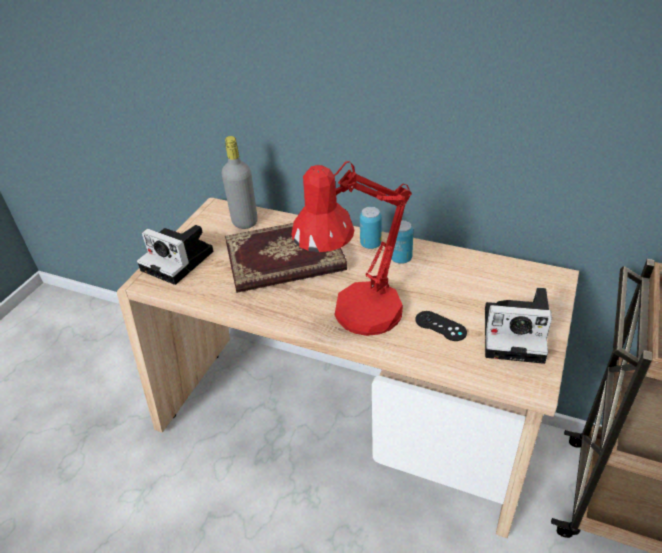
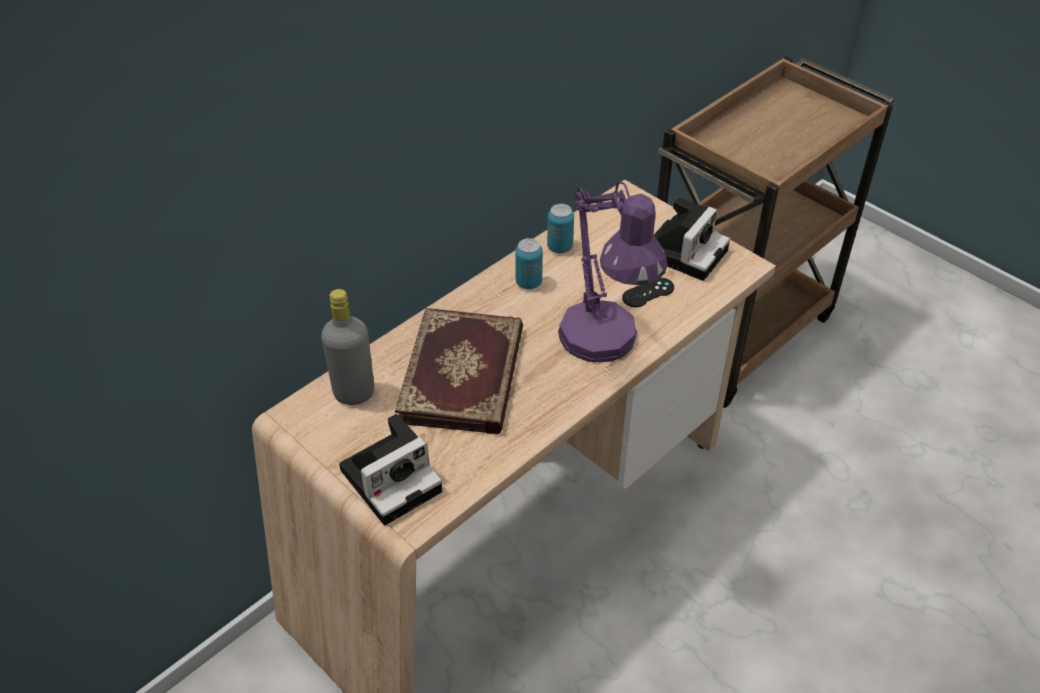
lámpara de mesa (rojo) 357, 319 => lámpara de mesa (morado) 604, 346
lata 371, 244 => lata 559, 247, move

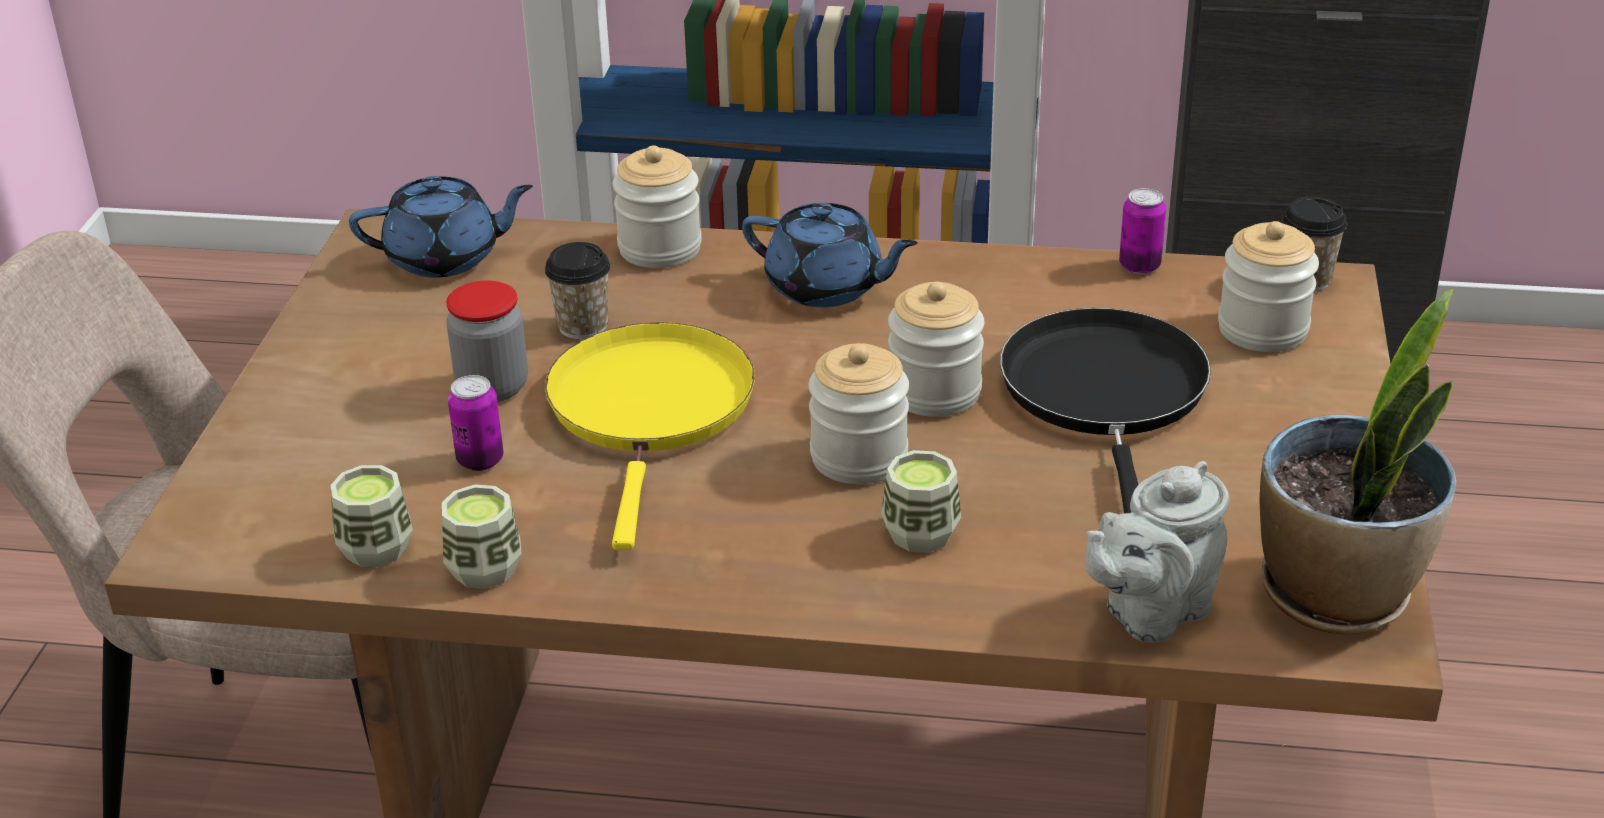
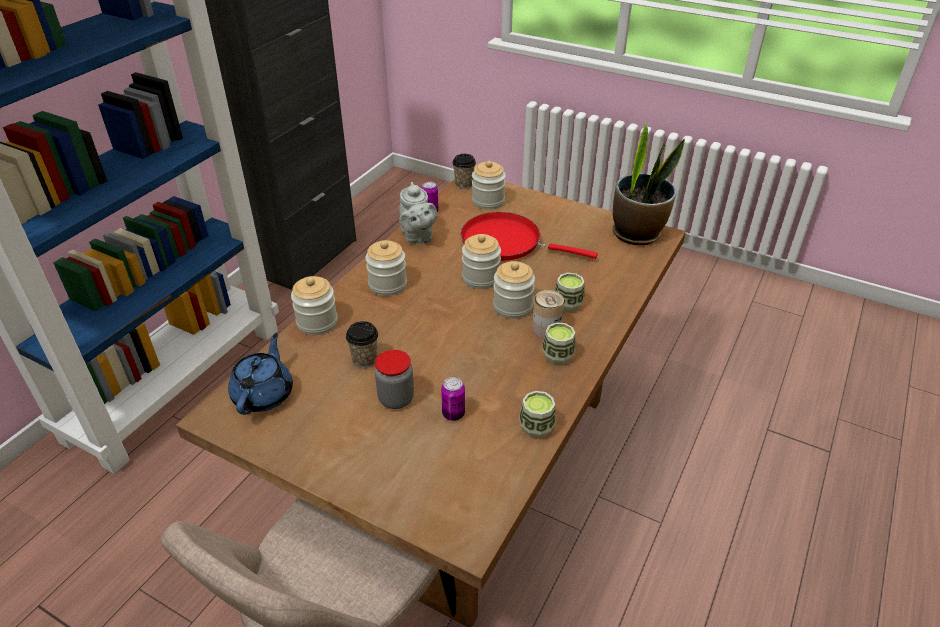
tetera (azul) 826, 287 => tarro 387, 285
sartén (negro) 1106, 395 => sartén (rojo) 507, 242
sartén (amarillo) 651, 410 => nothing
tetera (gris) 1151, 612 => tetera (gris) 417, 237, move
taza 376, 548 => taza 557, 356, move
nothing => lata 546, 329

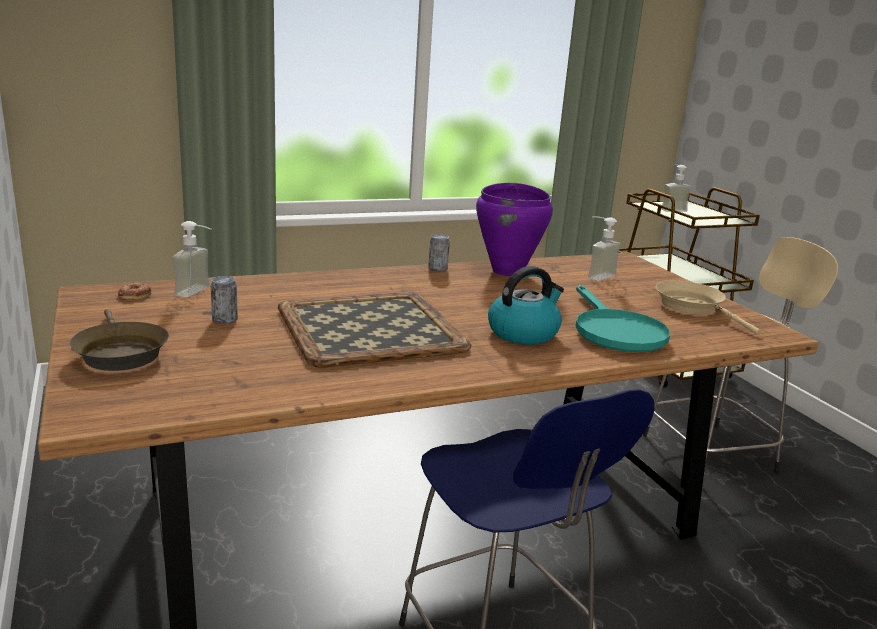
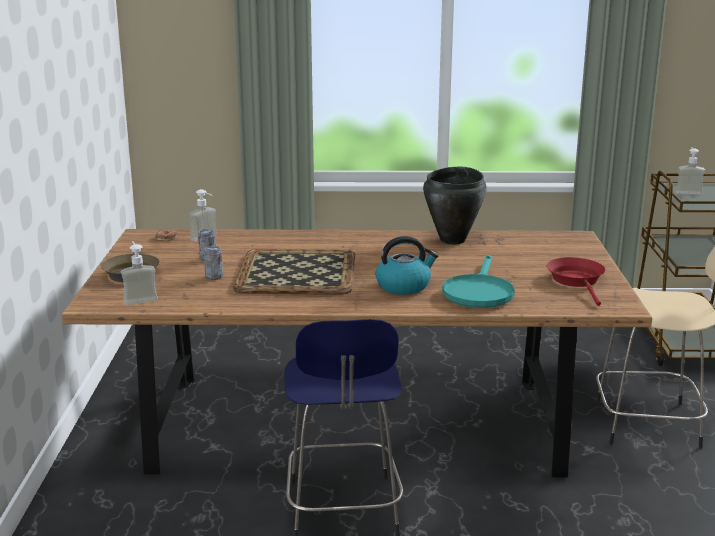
olla (morado) 508, 271 => olla (negro) 453, 240
dispensador de jabón 596, 275 => dispensador de jabón 139, 298, move
lata 437, 269 => lata 214, 277, move
sartén (beis) 693, 307 => sartén (rojo) 577, 281

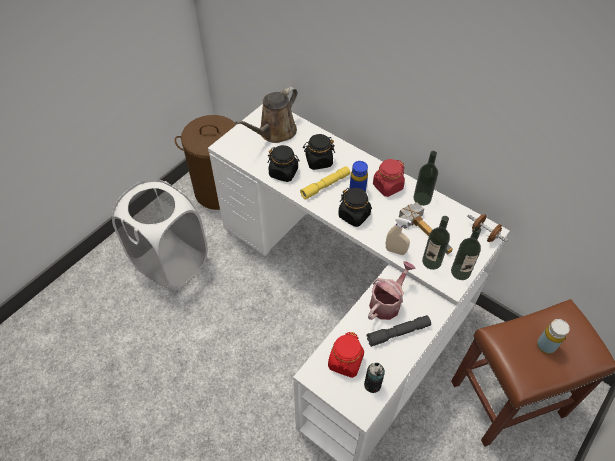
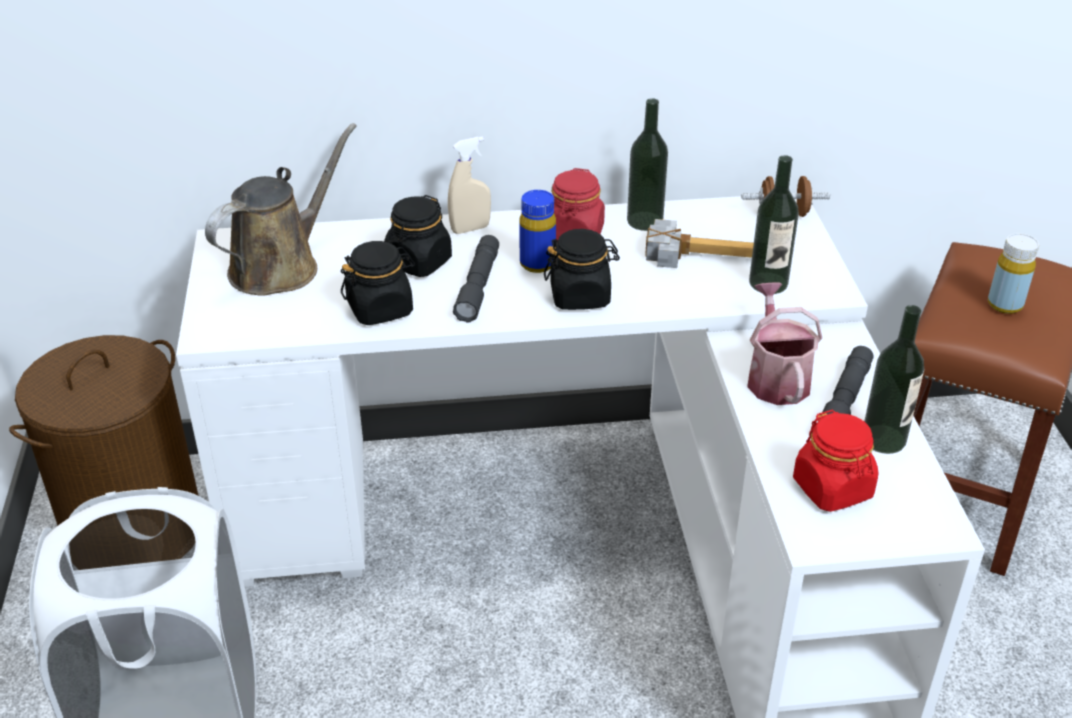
regadera (marrón) 275, 132 => regadera (marrón) 281, 266, 135 degrees counterclockwise
linterna (amarillo) 325, 185 => linterna (gris) 478, 286
pulverizador (beis) 395, 251 => pulverizador (beis) 470, 229, move
botella 460, 272 => botella 883, 439, move
lata 372, 385 => nothing

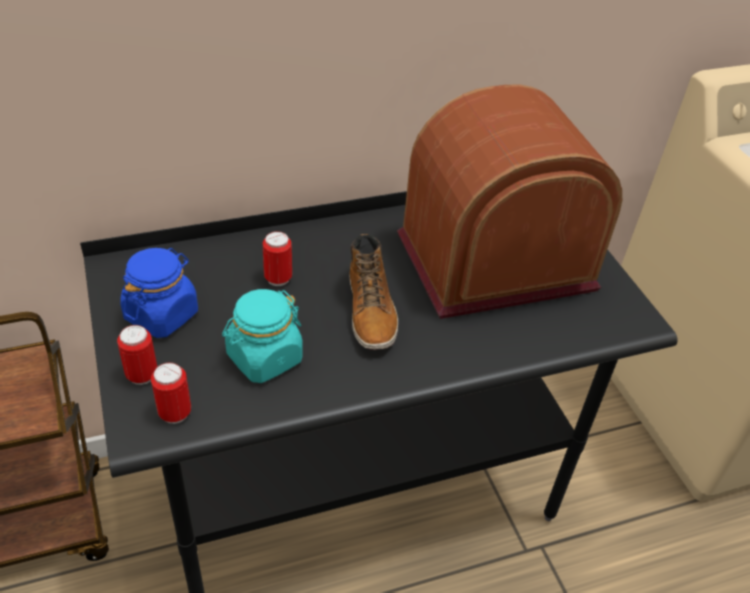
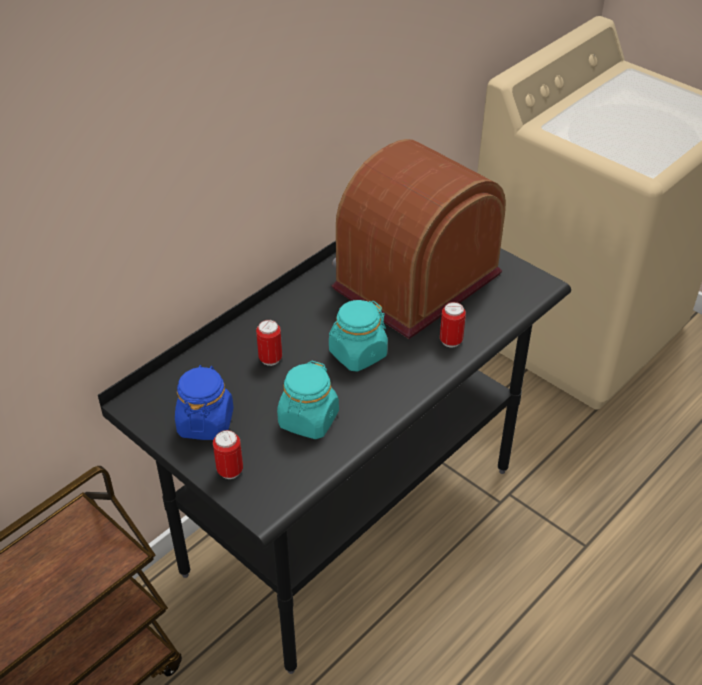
bota 371, 311 => tarro (turquesa) 357, 354
lata 175, 413 => lata 451, 341, move

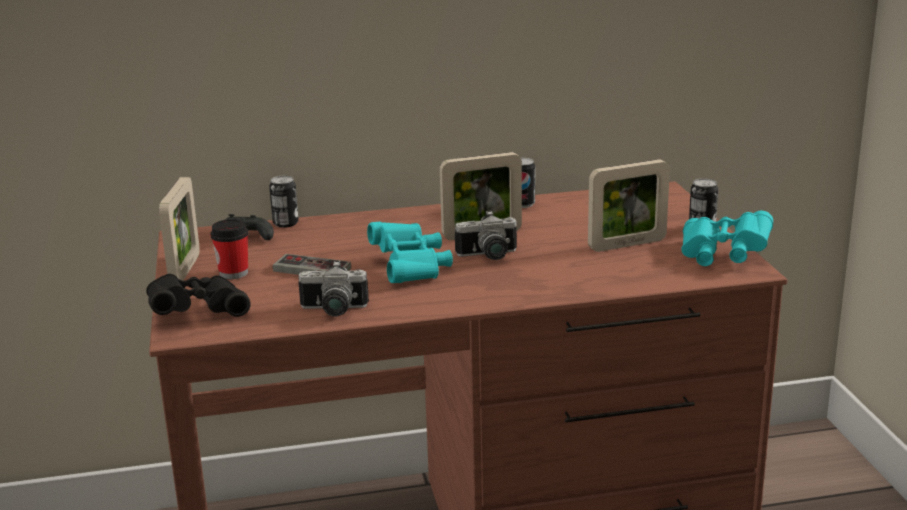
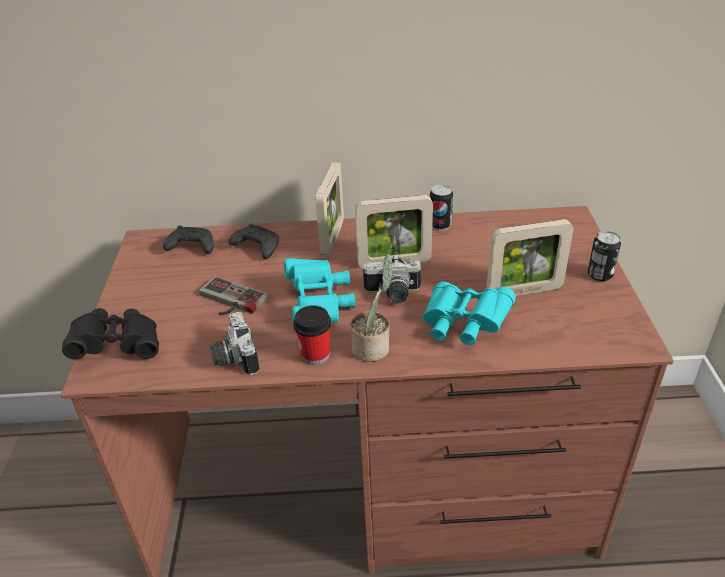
lata 285, 223 => nothing
portarretratos 185, 270 => portarretratos 332, 238, move
prismáticos (turquesa) 723, 256 => prismáticos (turquesa) 463, 325, move
taza 233, 273 => taza 315, 355, move
cámara 333, 311 => cámara 234, 358, 60 degrees clockwise
nothing => mando de consola (negro) 256, 248
nothing => planta en maceta 373, 347

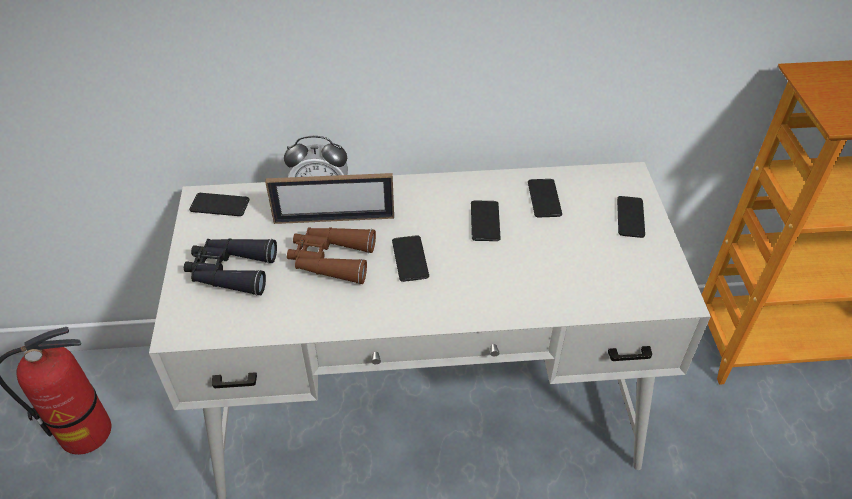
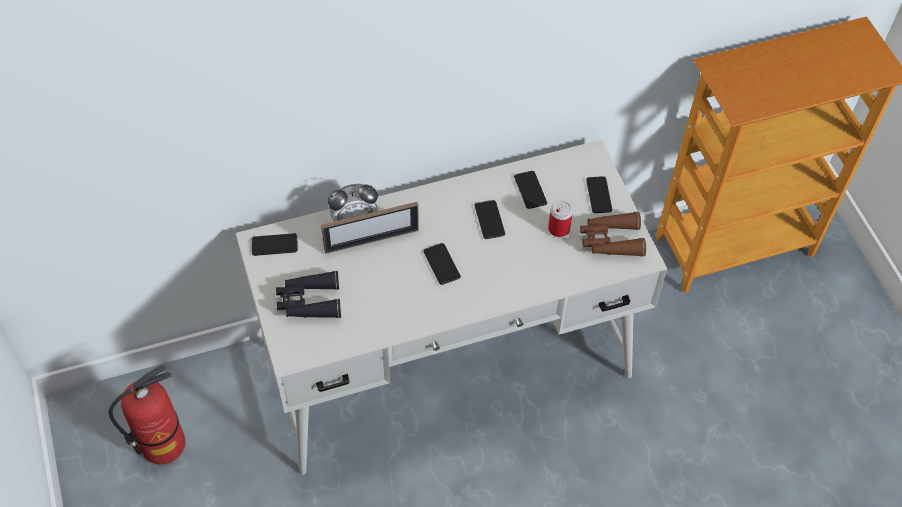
prismáticos (marrón) 331, 260 => prismáticos (marrón) 610, 240, move
nothing => lata 558, 229

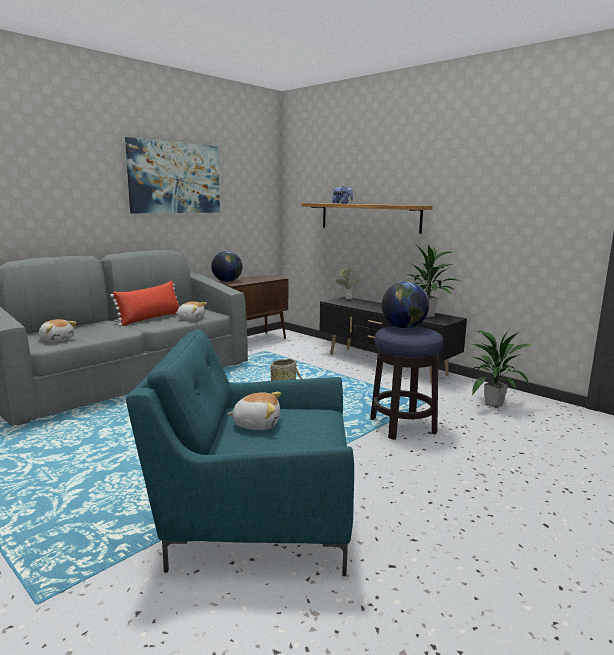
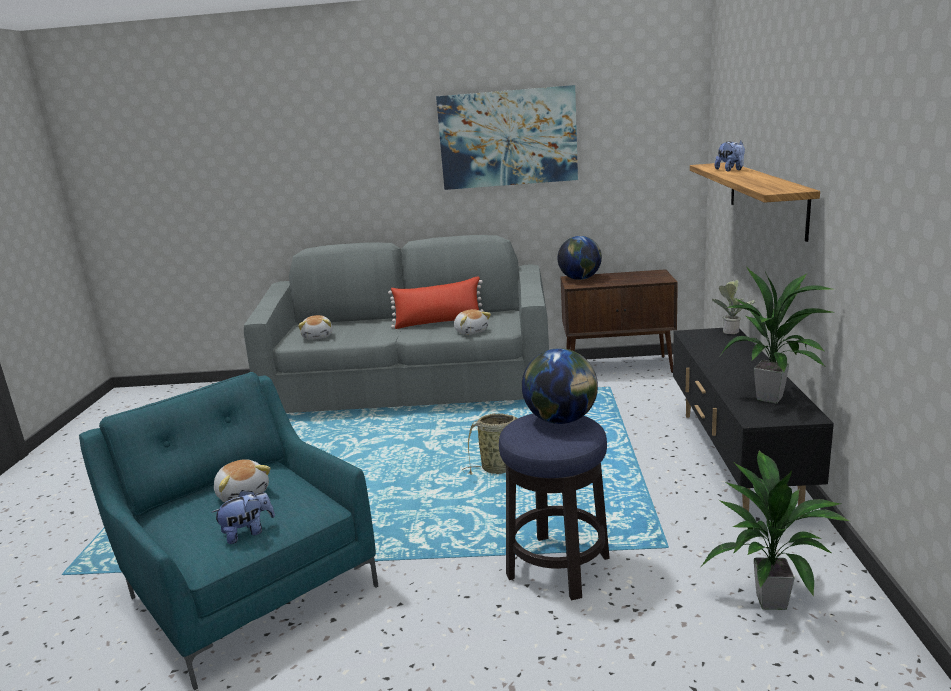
nothing => peluche 248, 533

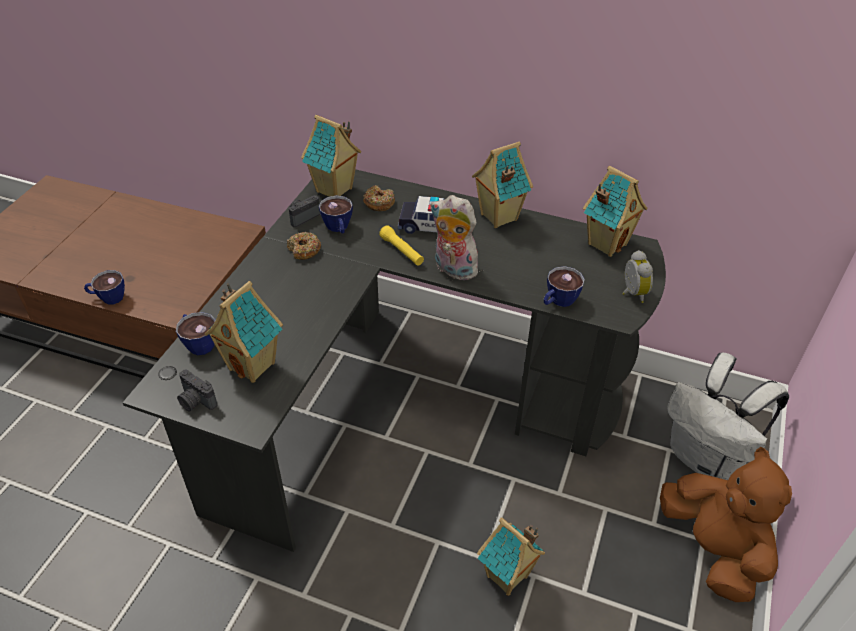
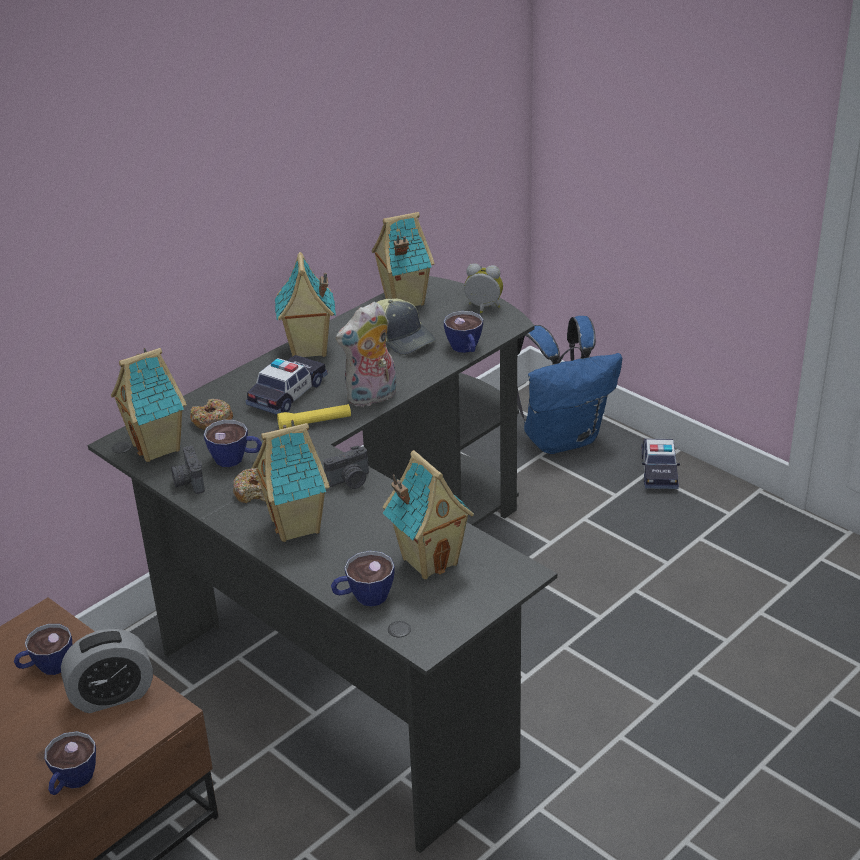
mochila (blanco) 706, 459 => mochila (azul) 562, 438
cámara 195, 401 => cámara 350, 481, move
peluche (marrón) 713, 549 => coche de juguete 659, 471
casita 507, 577 => casita 297, 526, move
nothing => gorra 402, 338
nothing => taza 47, 667
nothing => despertador 112, 695

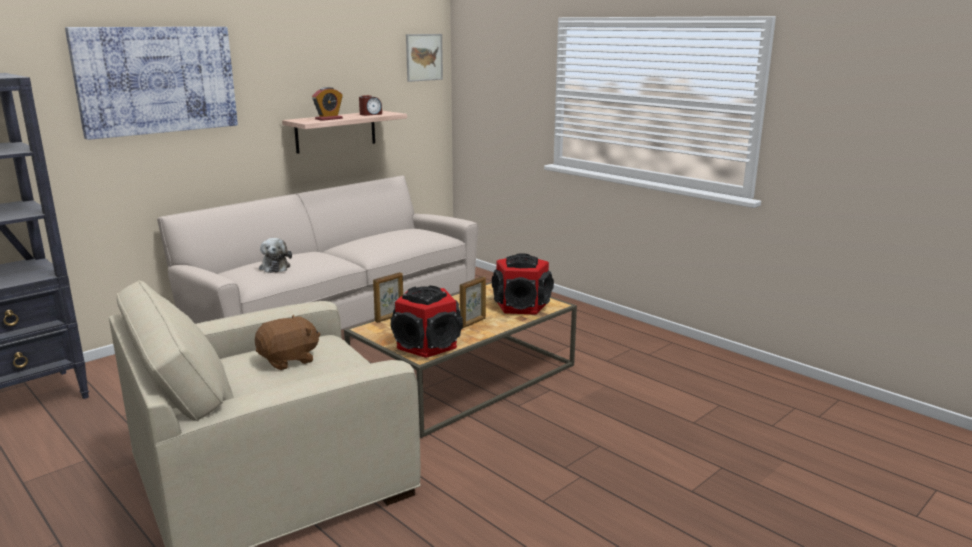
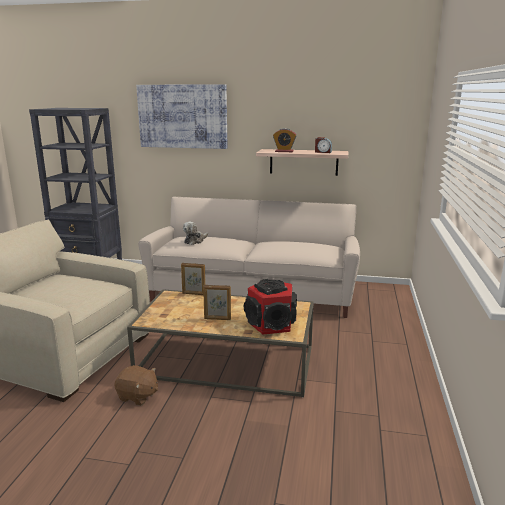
cuadro 424, 57 => nothing
altavoz 428, 345 => nothing
peluche (marrón) 289, 360 => peluche (marrón) 137, 396, move

